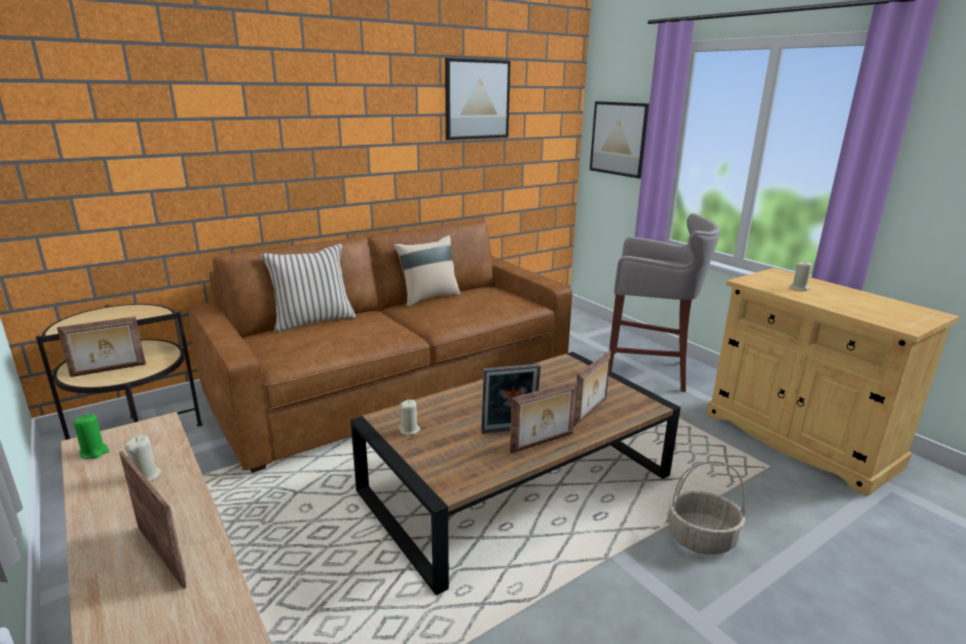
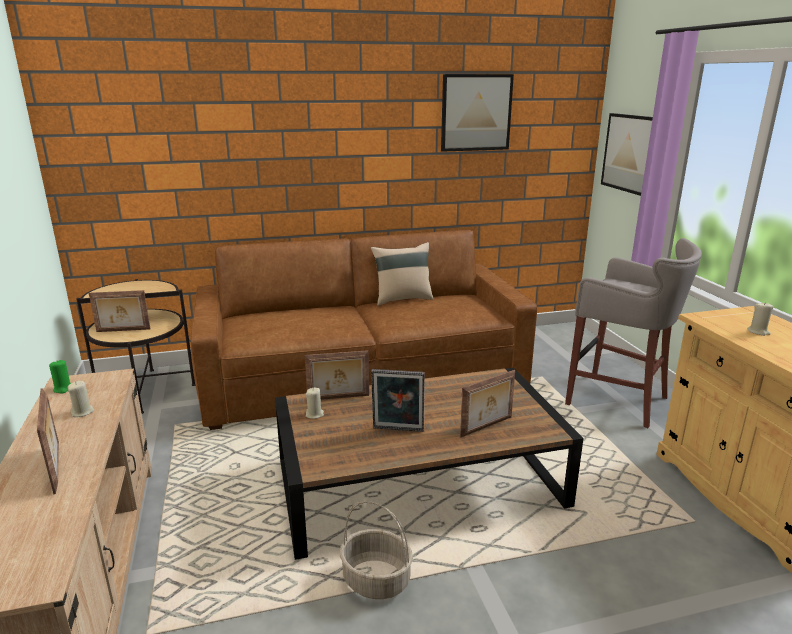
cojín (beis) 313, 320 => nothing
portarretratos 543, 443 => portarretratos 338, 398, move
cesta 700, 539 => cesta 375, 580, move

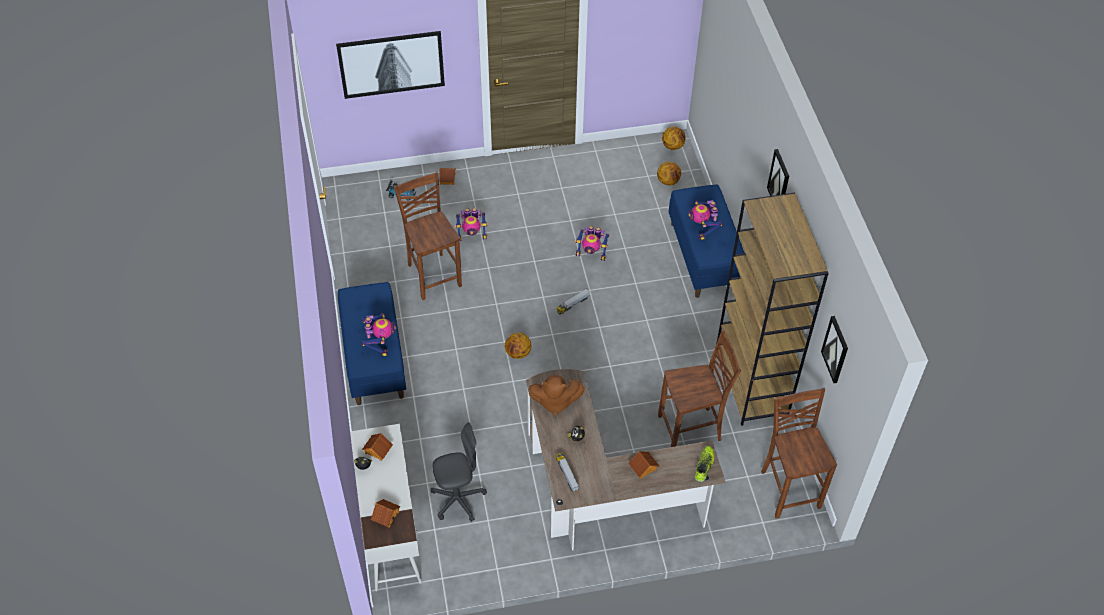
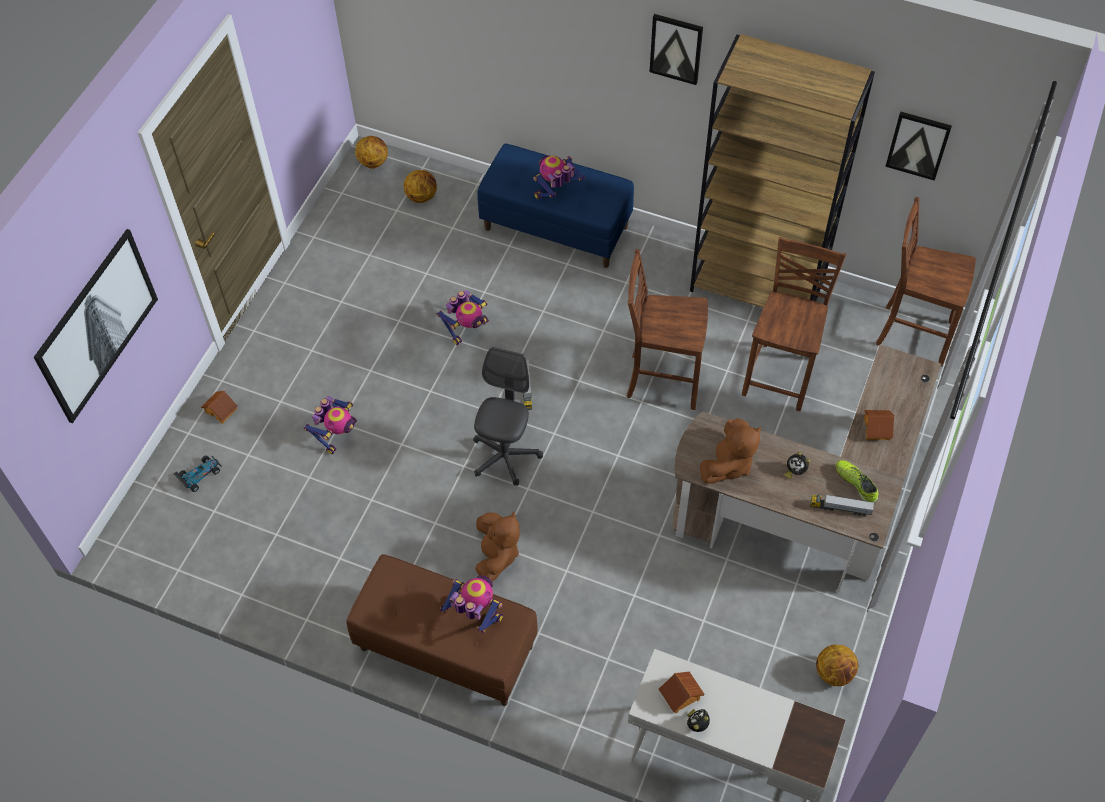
silla (marrón) 433, 275 => silla (marrón) 661, 379, move
robot de juguete 702, 228 => robot de juguete 556, 192, 120 degrees clockwise
banco (azul) 373, 358 => banco (marrón) 445, 648
balón de baloncesto 518, 353 => balón de baloncesto 834, 673, move
silla de oficina (gris) 458, 500 => silla de oficina (gris) 505, 456, move
zapato 704, 466 => zapato 856, 483, move
casita 386, 515 => nothing
nothing => peluche (marrón) 496, 555

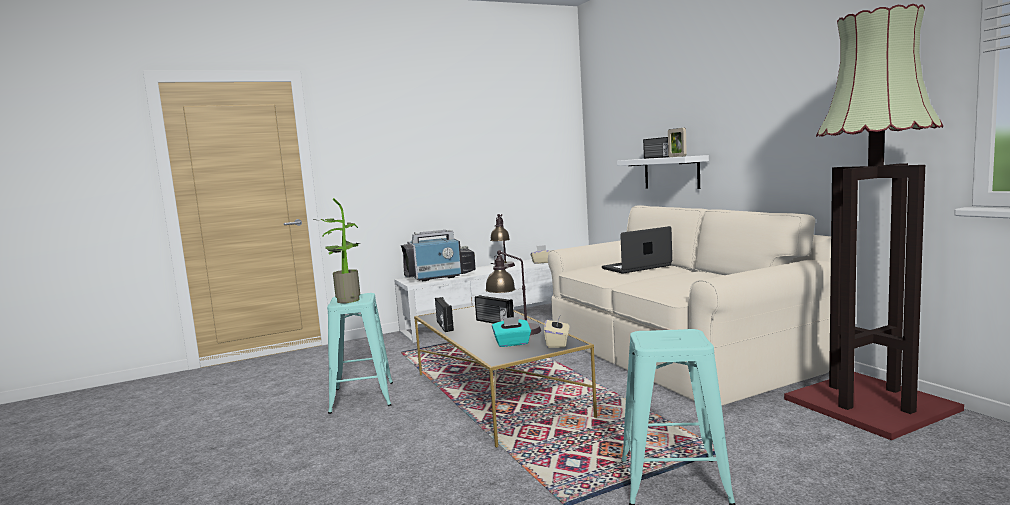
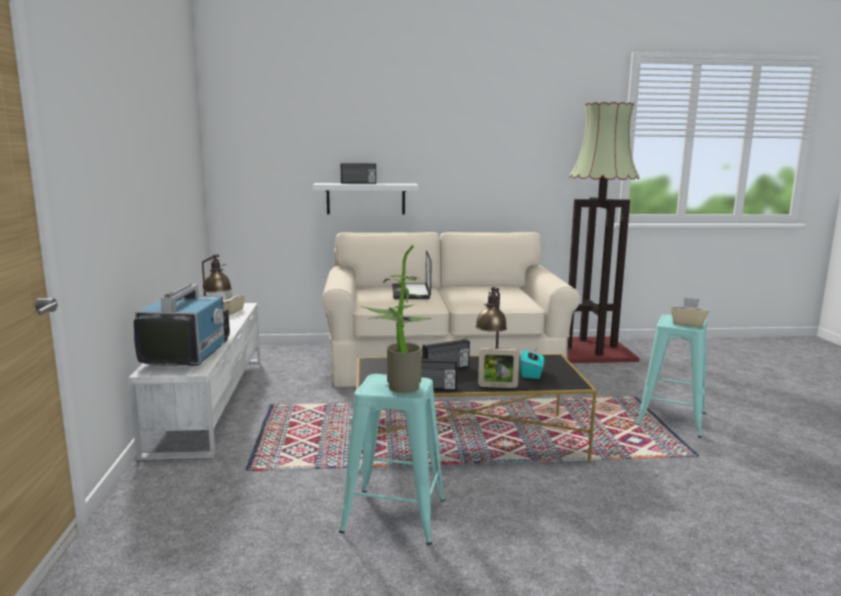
portarretratos 677, 156 => portarretratos 497, 386, move
caja de pañuelos (beis) 557, 343 => caja de pañuelos (beis) 688, 324, move

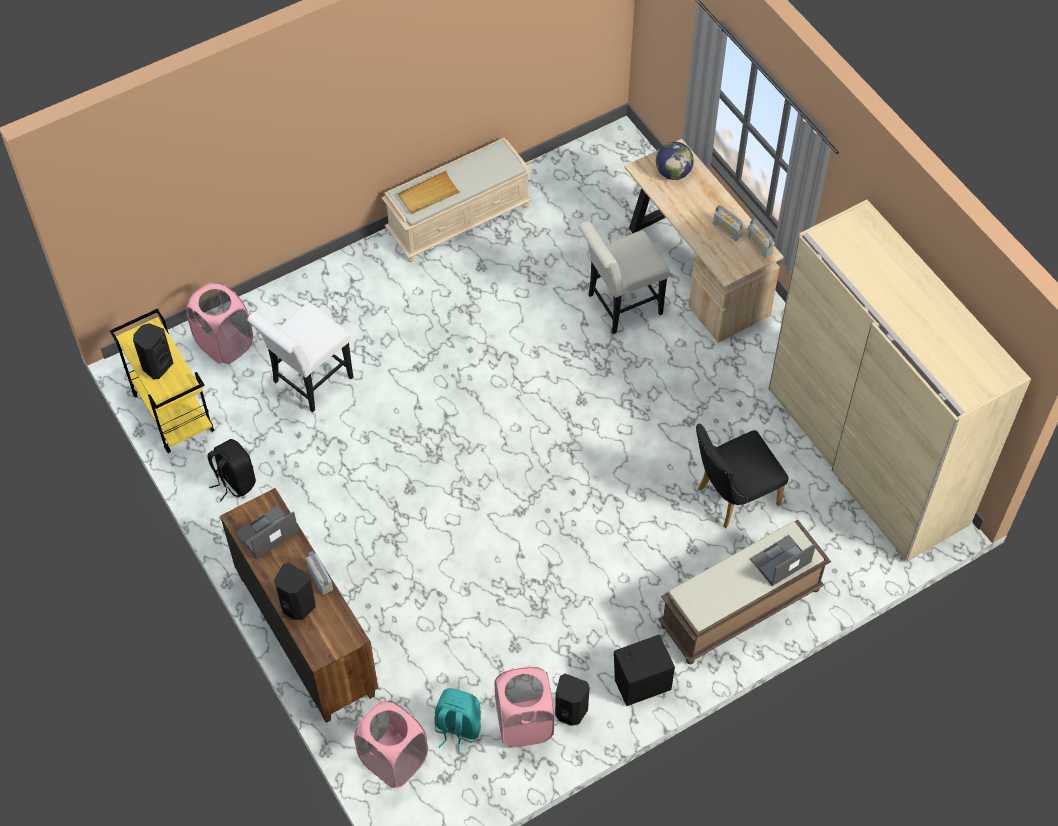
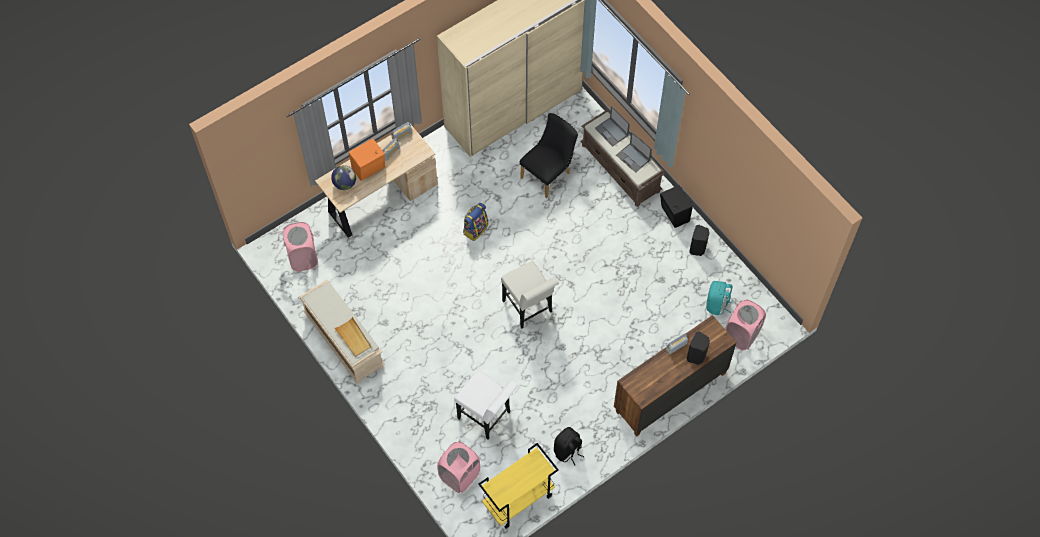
silla (blanco) 620, 306 => silla (blanco) 529, 309, move
altavoz (negro) 157, 366 => nothing
silla (negro) 732, 497 => silla (negro) 548, 174, 105 degrees counterclockwise
portátil 266, 533 => portátil 633, 158, move
cesto de la ropa (rosa) 524, 723 => cesto de la ropa (rosa) 303, 258, move
nothing => altavoz (naranja) 369, 169
nothing => mochila 475, 229

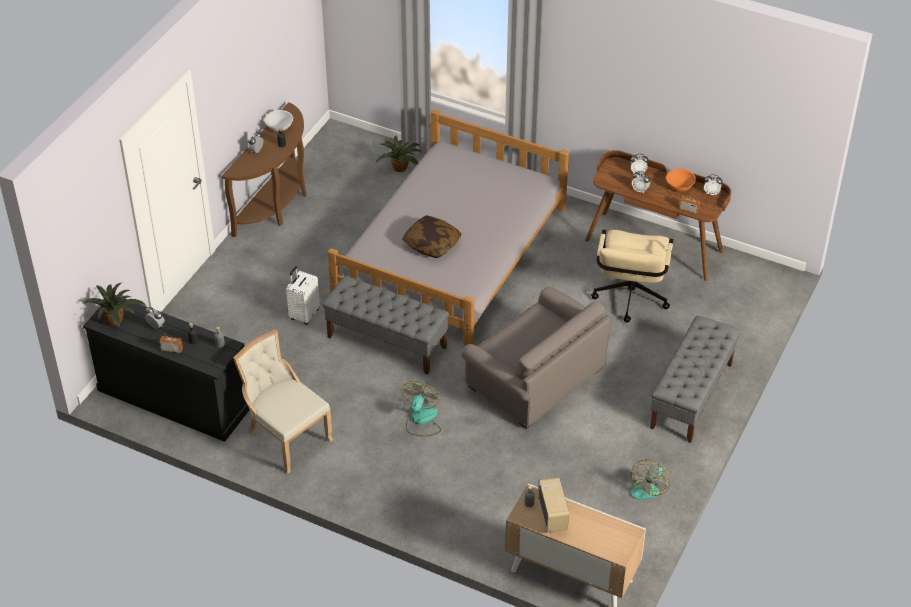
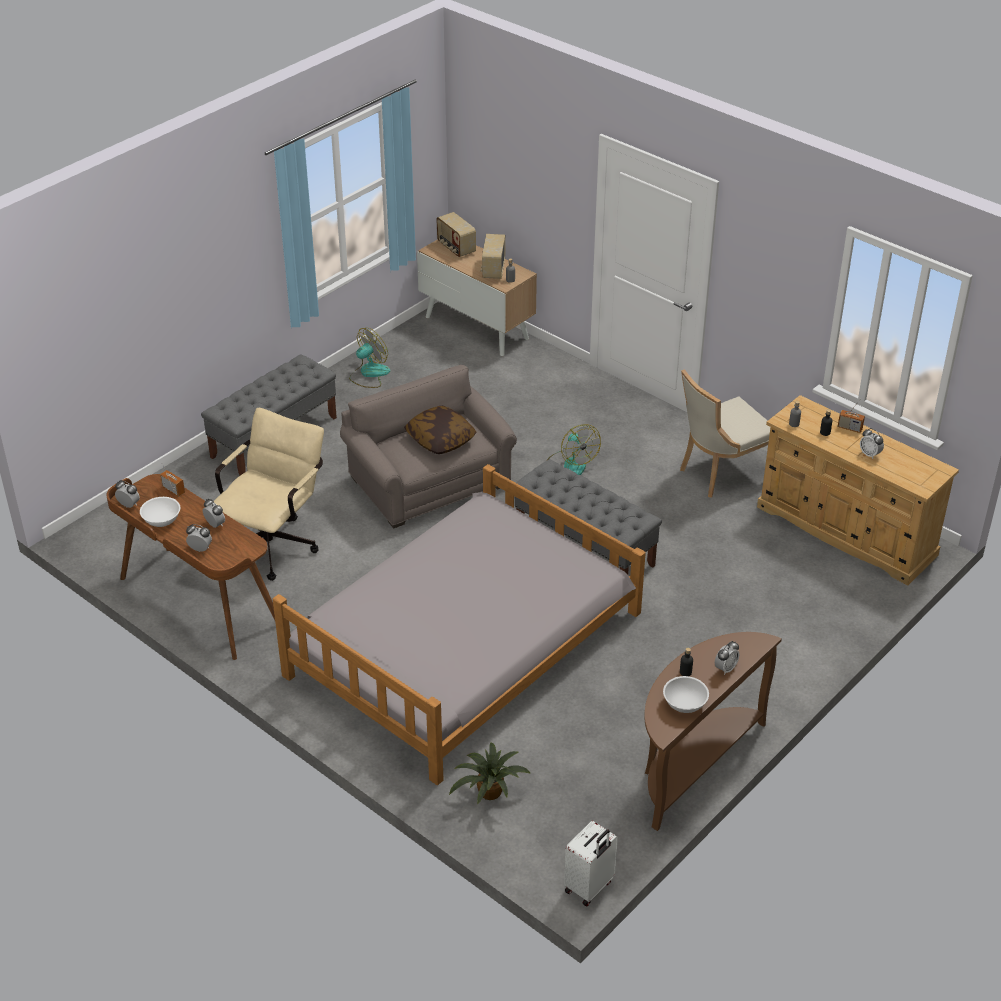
cuenco (naranja) 680, 186 => cuenco (blanco) 161, 520
cojín 432, 244 => cojín 440, 439, move
maleta (blanco) 304, 314 => maleta (blanco) 589, 887, move
planta en maceta 116, 319 => nothing
cómoda (negro) 173, 399 => cómoda (beis) 847, 531
silla (beis) 286, 437 => silla (beis) 721, 473, 90 degrees clockwise
ventilador 421, 420 => ventilador 570, 463, 60 degrees counterclockwise
nothing => radio 456, 248

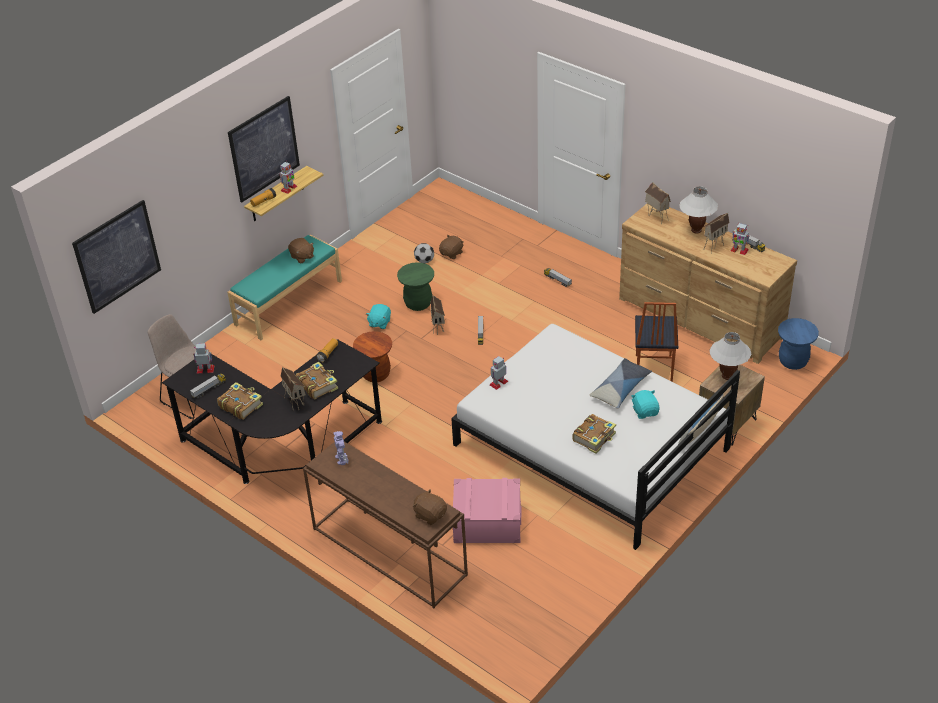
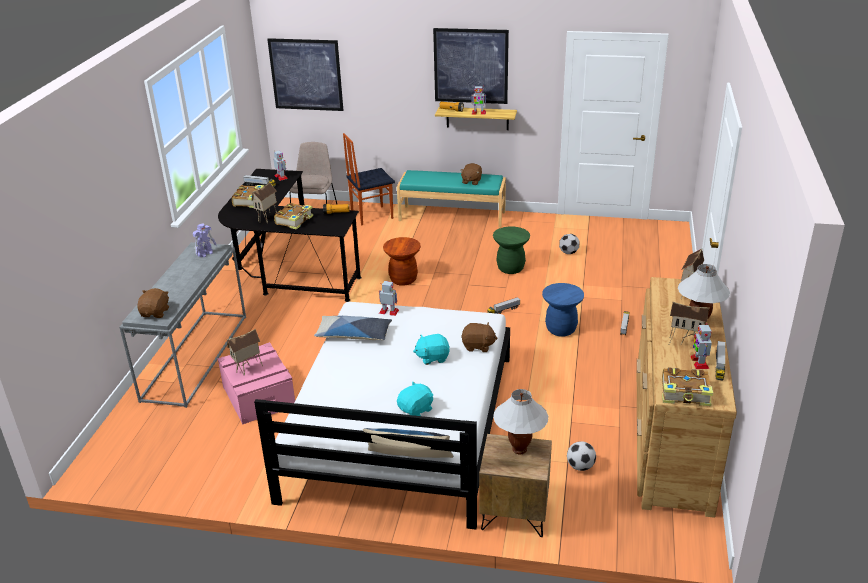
peluche (marrón) 452, 253 => peluche (marrón) 478, 346, move
casita 438, 328 => casita 248, 369, move
silla 652, 369 => silla 371, 215, move
peluche (turquesa) 379, 323 => peluche (turquesa) 432, 357, move
taburete (azul) 793, 361 => taburete (azul) 561, 329, move
cojín 621, 388 => cojín 354, 335, move
libro 594, 437 => libro 685, 394, move
mesa consola (marrón) 387, 552 => mesa consola (gris) 195, 356
nothing => balón de fútbol 580, 466

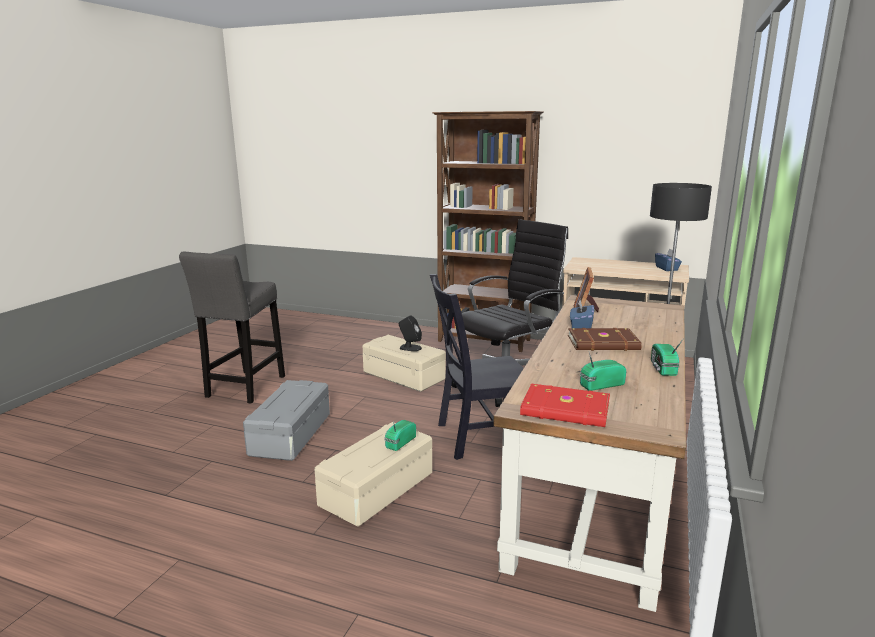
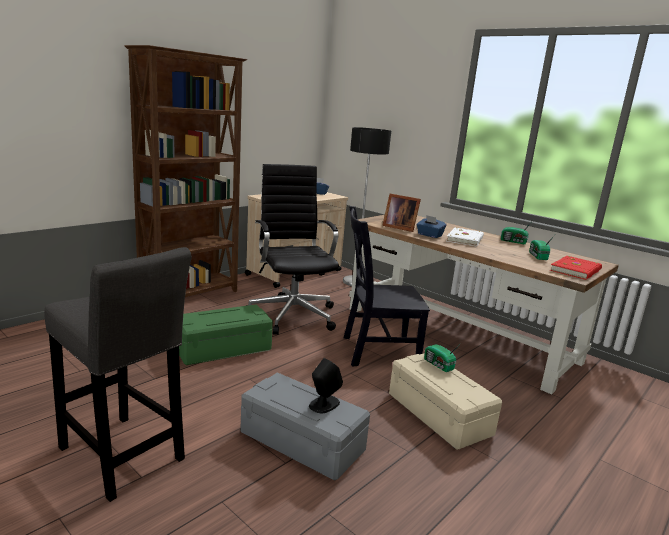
silla (negro) 478, 436 => silla (negro) 376, 351, 75 degrees clockwise
altavoz (negro) 410, 348 => altavoz (negro) 324, 404, move
libro (marrón) 603, 343 => libro (blanco) 466, 239
caja de almacenaje (beis) 404, 376 => caja de almacenaje (verde) 223, 348

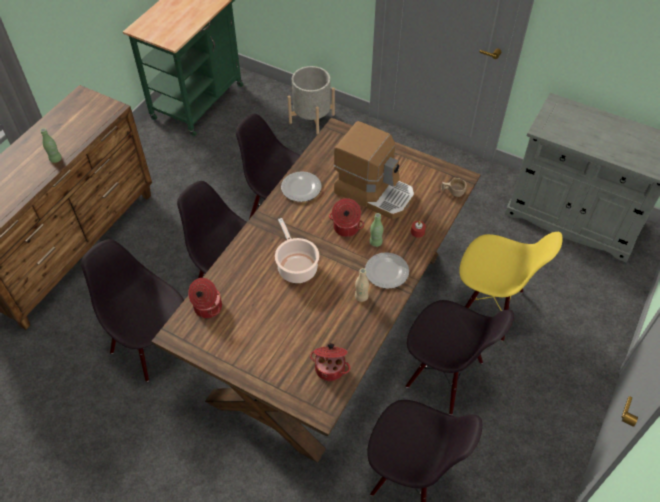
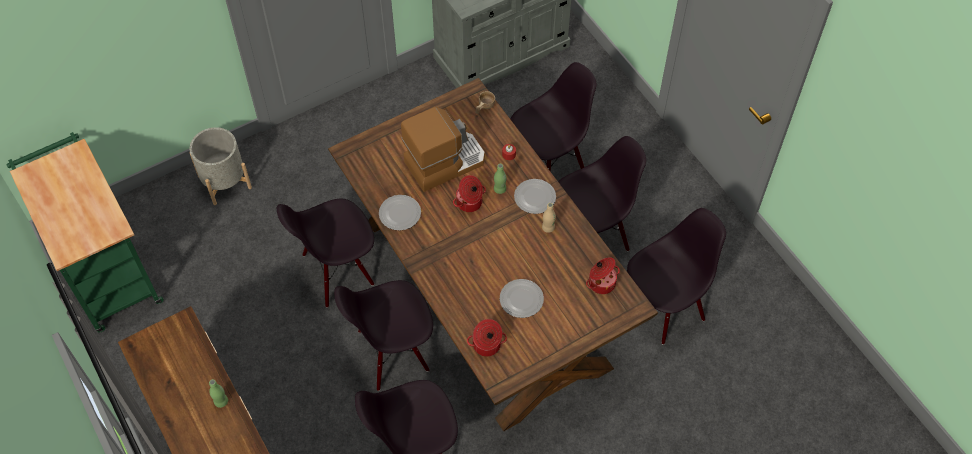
olla 296, 266 => nothing
silla (amarillo) 489, 307 => silla (negro) 549, 165
nothing => plato 521, 299

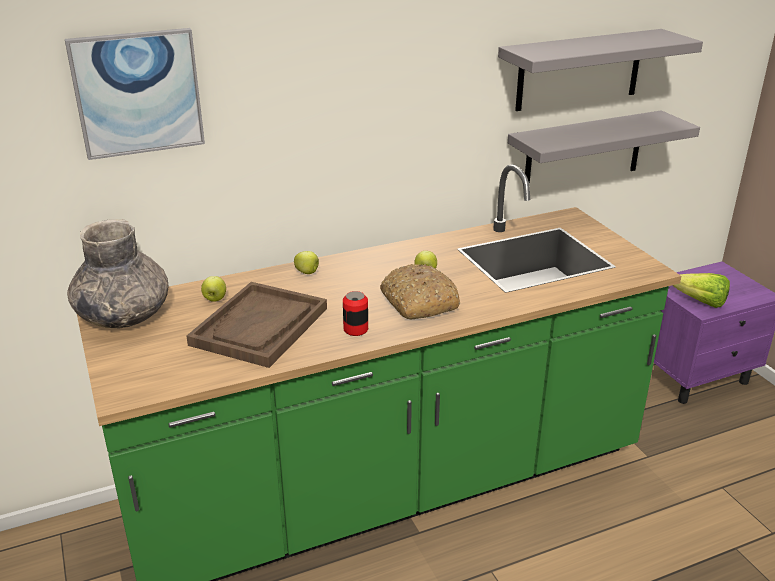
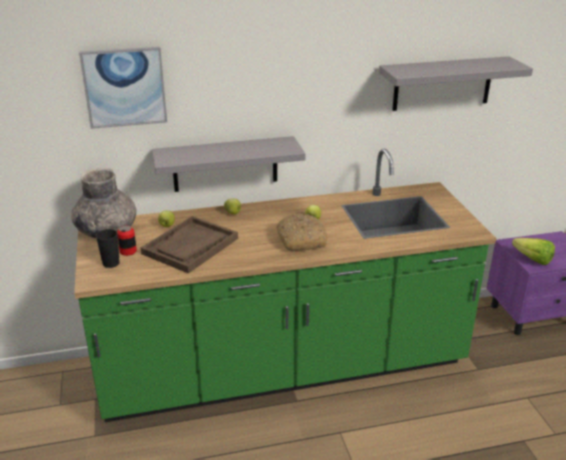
estante (gris) 583, 151 => estante (gris) 225, 164, move
lata 355, 329 => lata 128, 251, move
nothing => taza (negro) 111, 263

